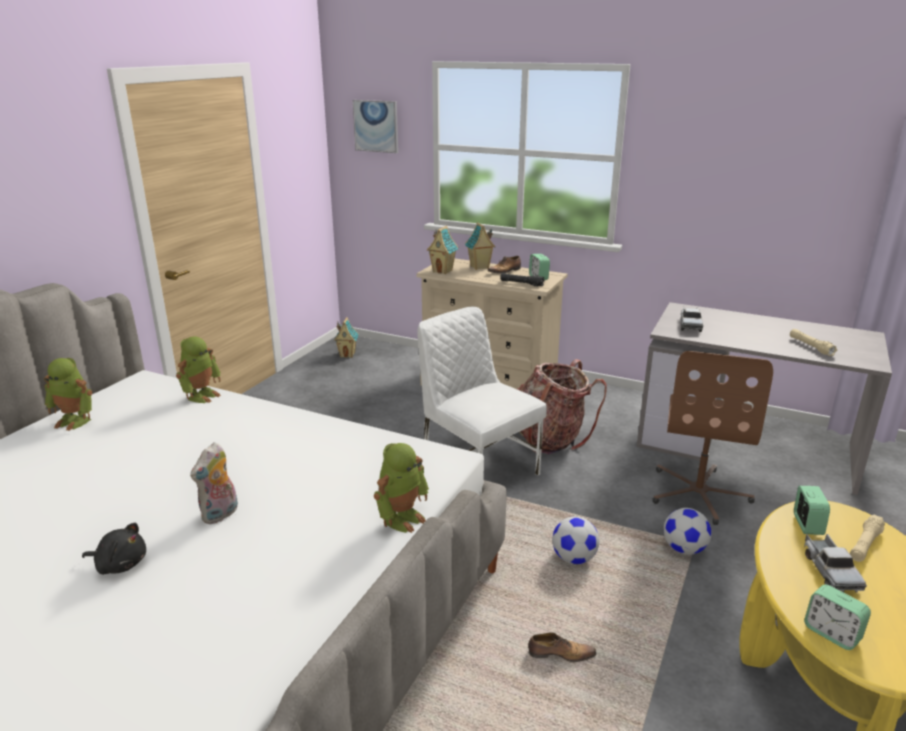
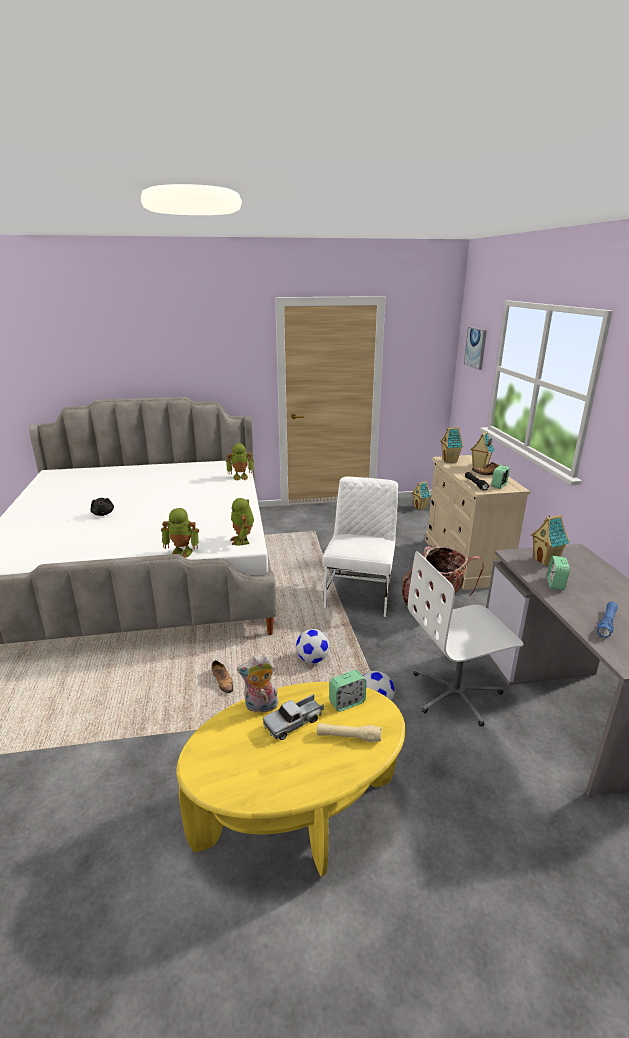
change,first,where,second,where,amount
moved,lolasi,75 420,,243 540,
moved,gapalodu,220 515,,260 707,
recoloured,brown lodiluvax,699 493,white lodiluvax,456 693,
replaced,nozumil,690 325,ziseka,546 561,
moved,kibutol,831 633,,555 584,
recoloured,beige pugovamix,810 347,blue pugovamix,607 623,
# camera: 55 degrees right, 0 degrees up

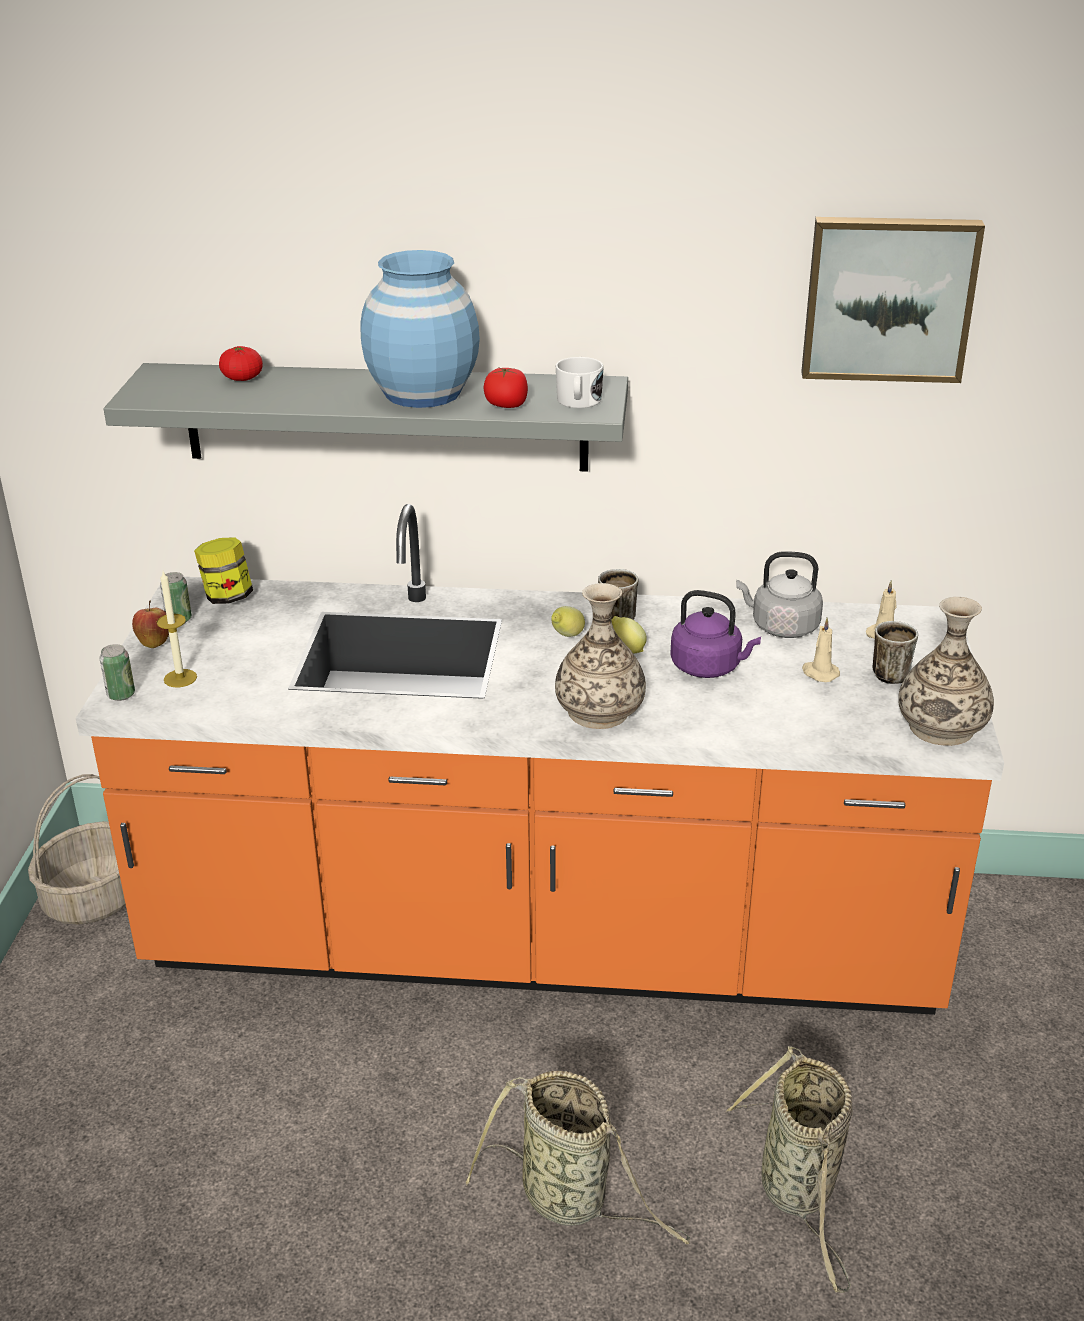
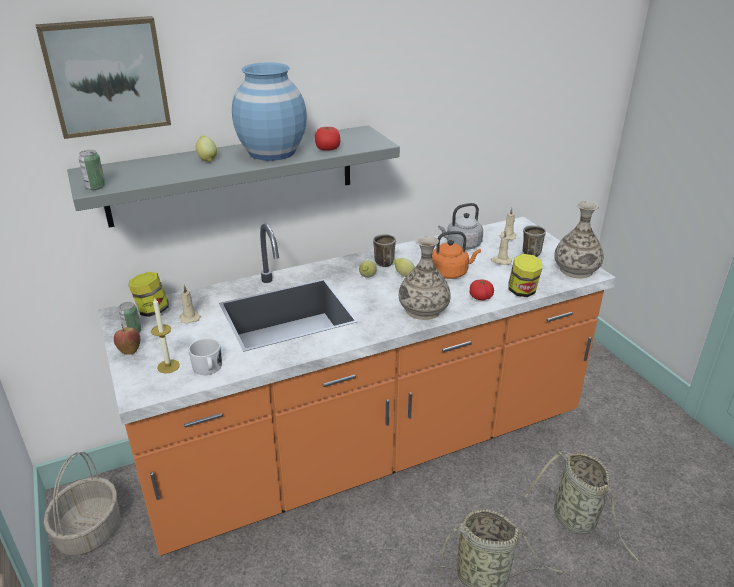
change,first,where,second,where,amount
moved,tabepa,888 298,,106 76,
moved,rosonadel,121 695,,96 187,
added,,,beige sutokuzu,189 317,
moved,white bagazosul,578 402,,208 368,
added,,,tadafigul,207 159,
recoloured,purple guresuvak,709 667,orange guresuvak,450 273,
moved,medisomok,242 378,,480 297,
added,,,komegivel,522 291,
# camera: 30 degrees left, 0 degrees up

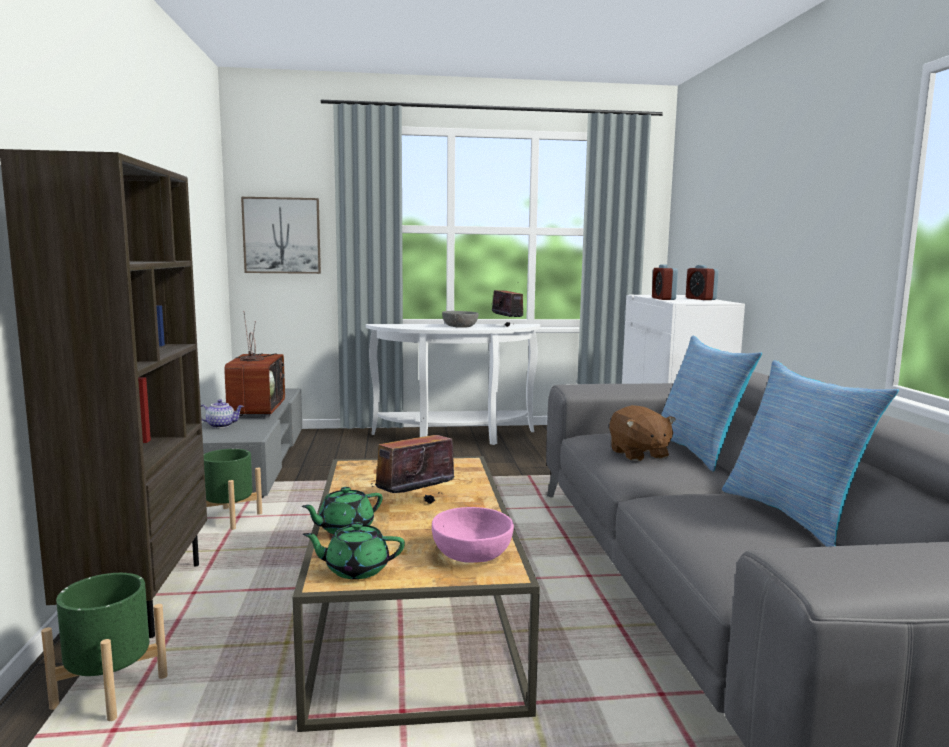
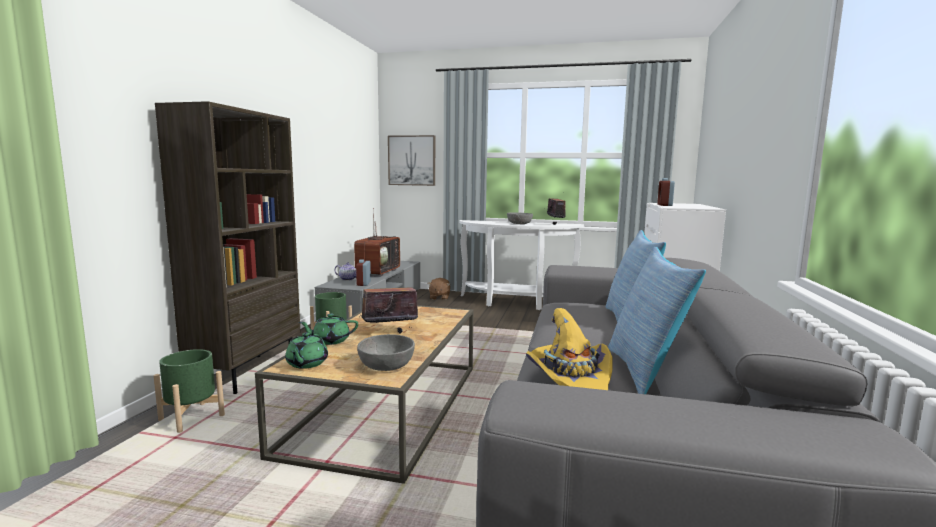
change,first,where,second,where,amount
turned,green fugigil,356 569,,306 364,105 degrees counterclockwise
moved,kibutol,700 299,,363 283,
recoloured,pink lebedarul,472 553,grey lebedarul,386 365,
moved,brown gapalodu,638 454,,439 297,
added,,,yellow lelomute,571 379,
# camera: 20 degrees right, 0 degrees up

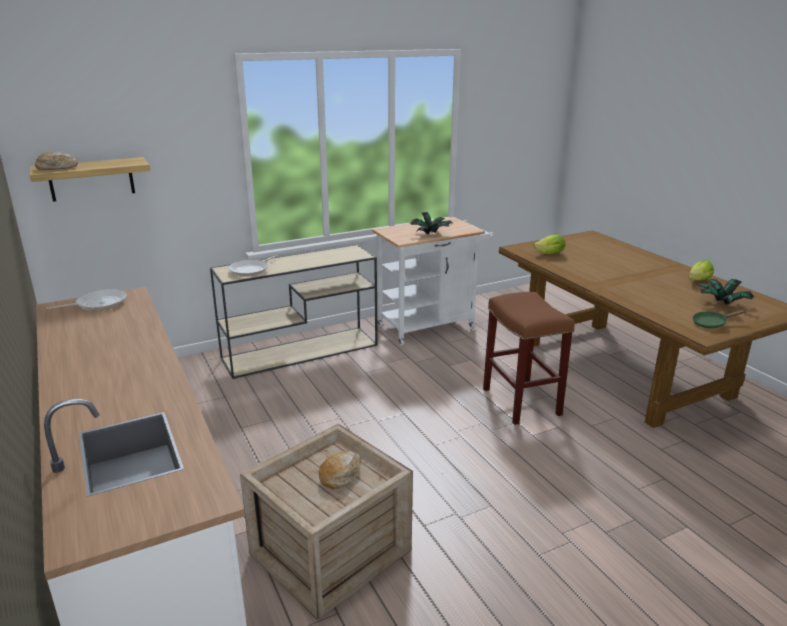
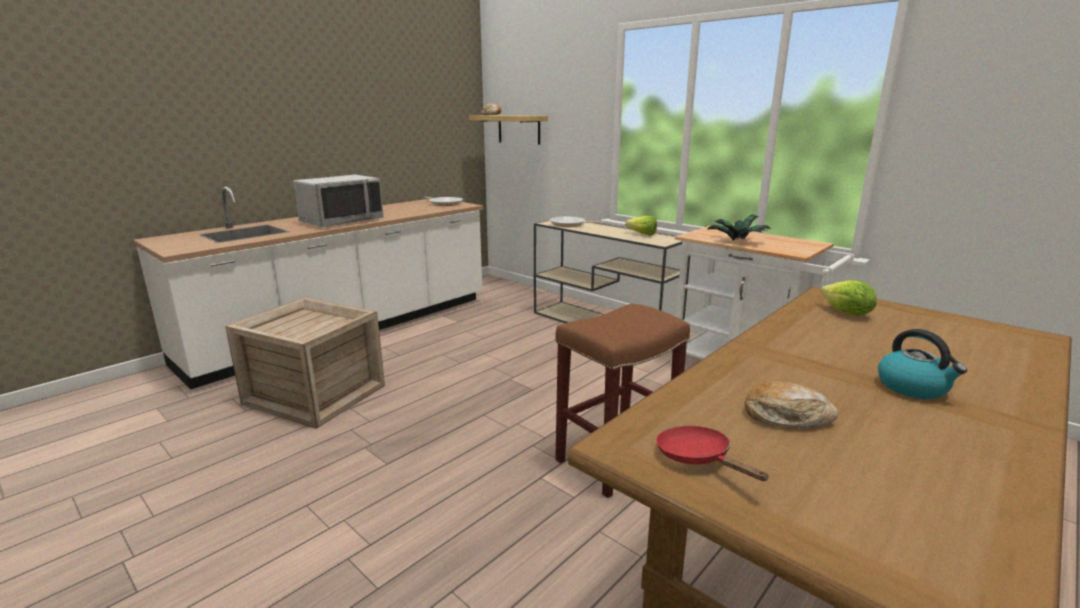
change,first,where,second,where,amount
added,,,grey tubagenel,341 221,
moved,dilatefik,695 281,,640 234,
recoloured,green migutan,712 324,red migutan,698 458,
moved,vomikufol,340 474,,786 416,
added,,,guresuvak,913 387,
removed,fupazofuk,721 303,,,
# camera: 70 degrees right, 5 degrees down

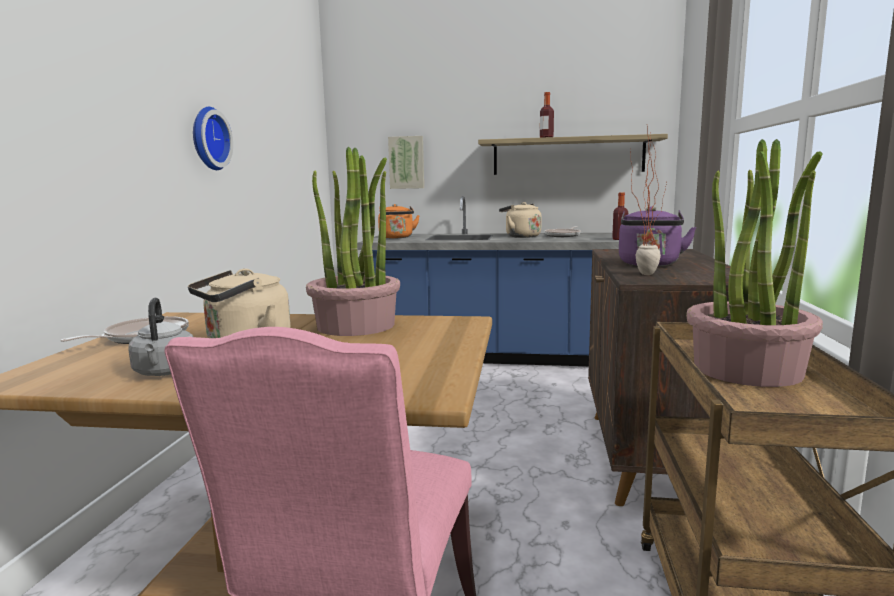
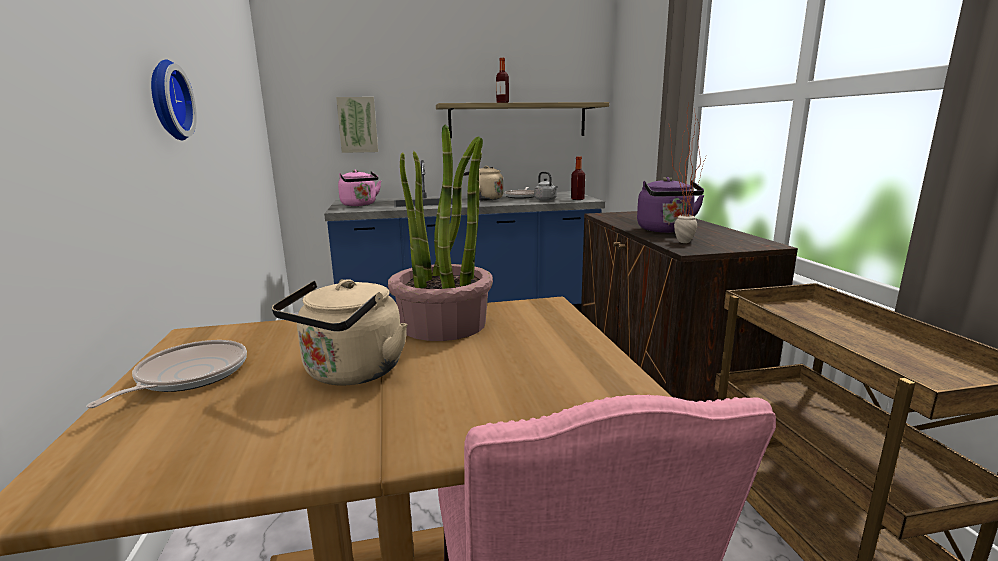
change,first,where,second,where,amount
recoloured,orange guresuvak,397 237,pink guresuvak,360 205,
moved,grey guresuvak,164 372,,546 200,
removed,fupazofuk,747 370,,,
# camera: 20 degrees left, 5 degrees up

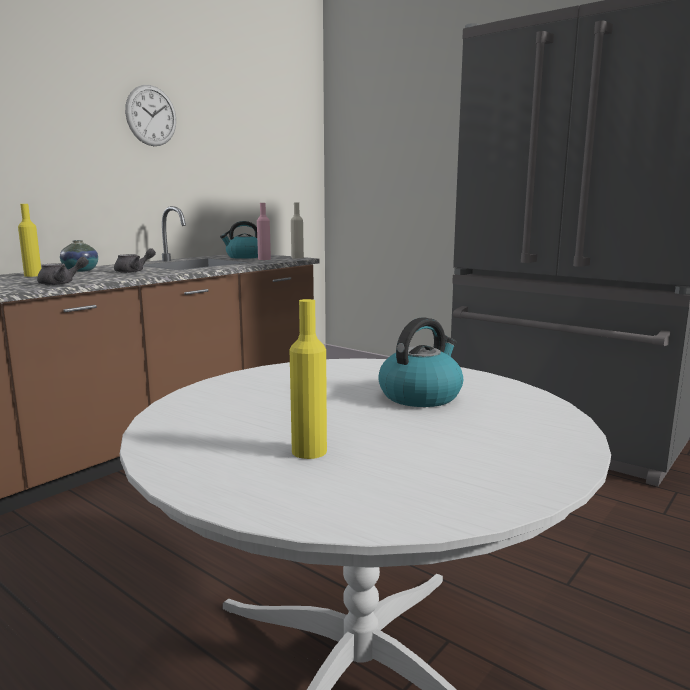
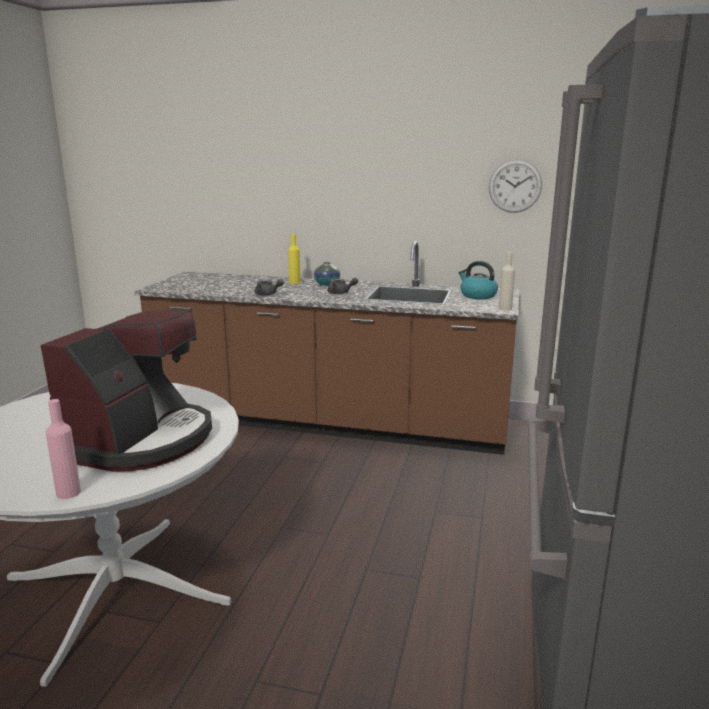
change,first,where,second,where,amount
replaced,guresuvak,420 395,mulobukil,141 440,
moved,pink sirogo,264 259,,68 492,
moved,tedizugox,151 116,,515 186,
removed,yellow sirogo,309 451,,,
# camera: 65 degrees right, 5 degrees up

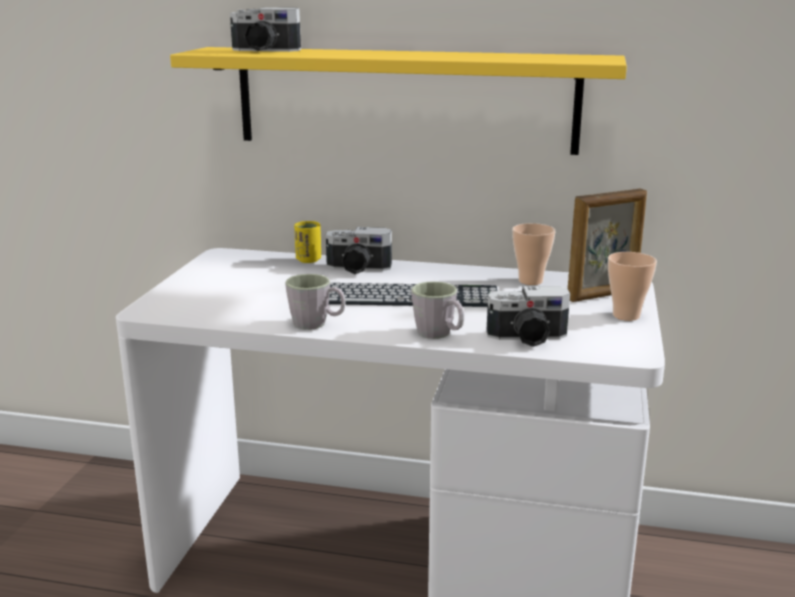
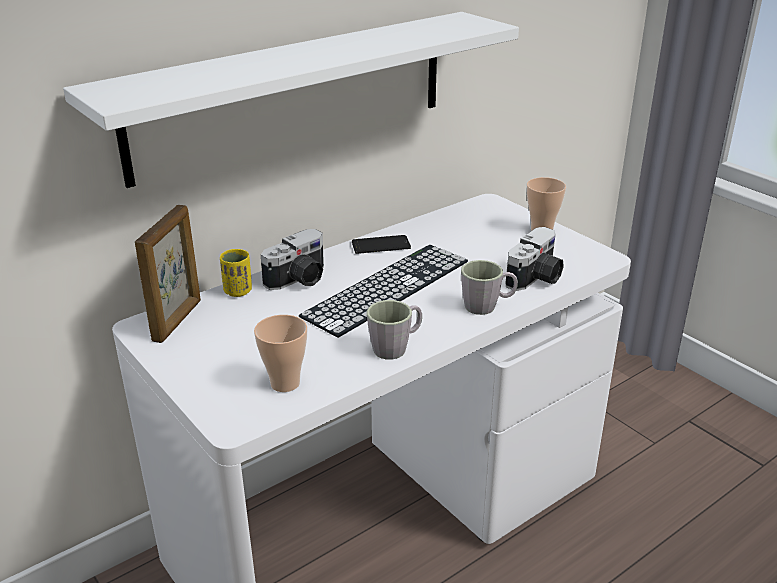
change,first,where,second,where,amount
recoloured,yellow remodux,405 99,white remodux,293 94,
moved,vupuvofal,603 295,,178 320,
moved,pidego,530 281,,285 383,
added,,,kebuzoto,381 245,
removed,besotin,263 51,,,
# camera: 50 degrees left, 10 degrees up

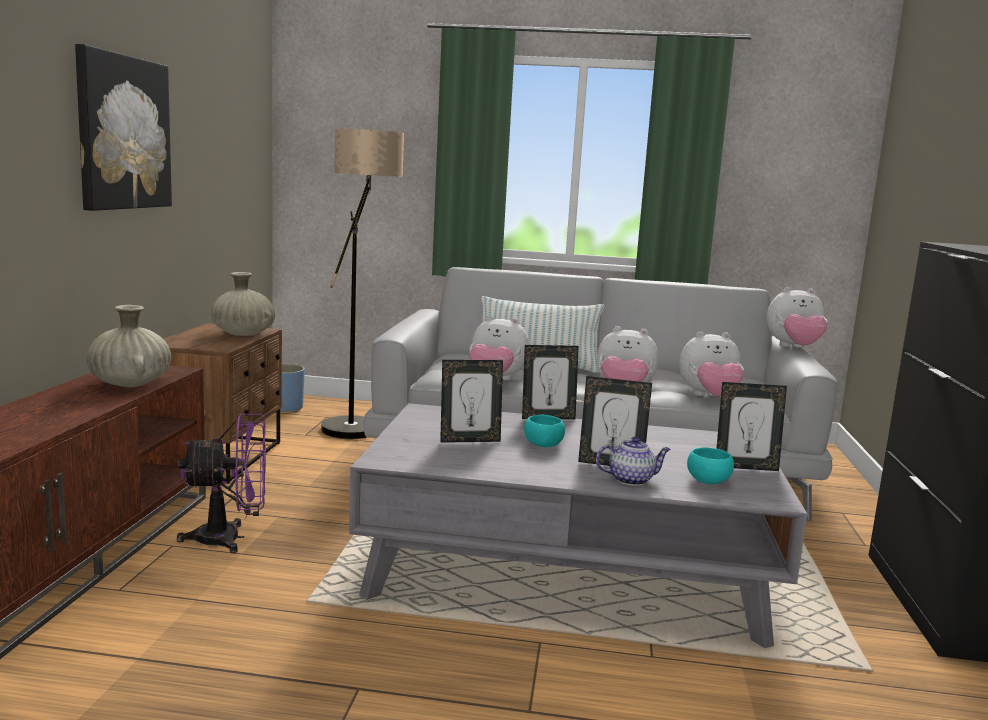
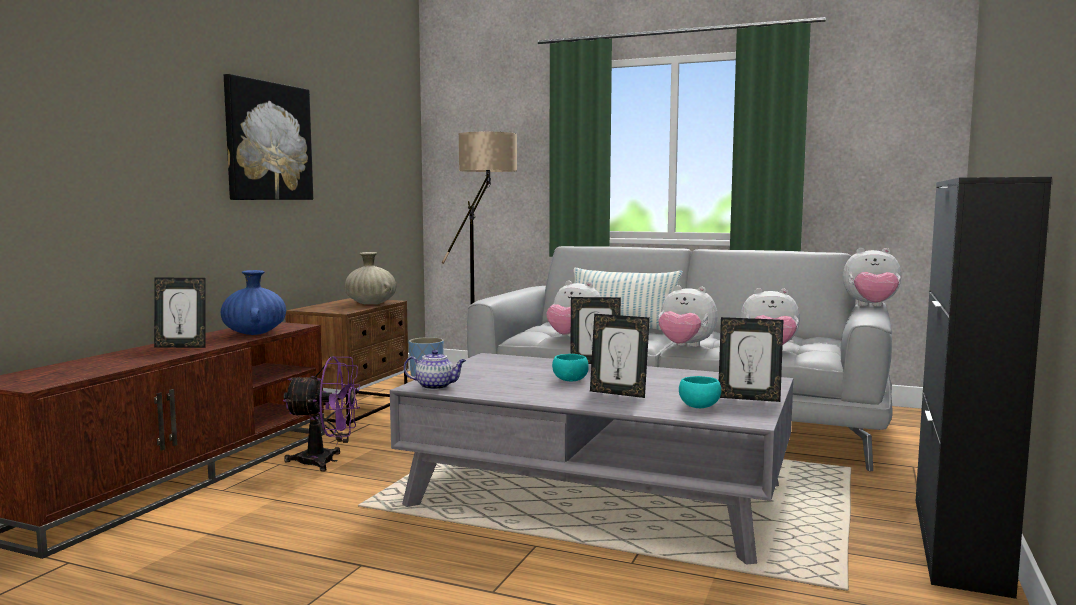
change,first,where,second,where,amount
moved,vupuvofal,469 440,,181 346,
recoloured,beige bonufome,130 384,blue bonufome,255 333,
moved,fugigil,631 480,,436 386,
# camera: 15 degrees right, 5 degrees down

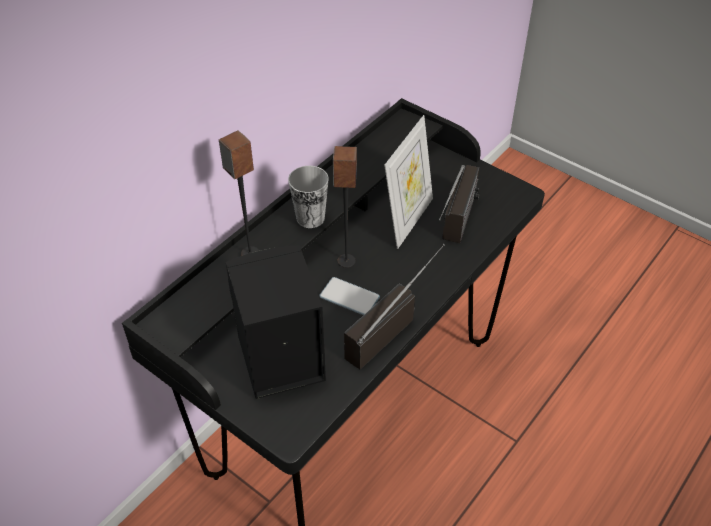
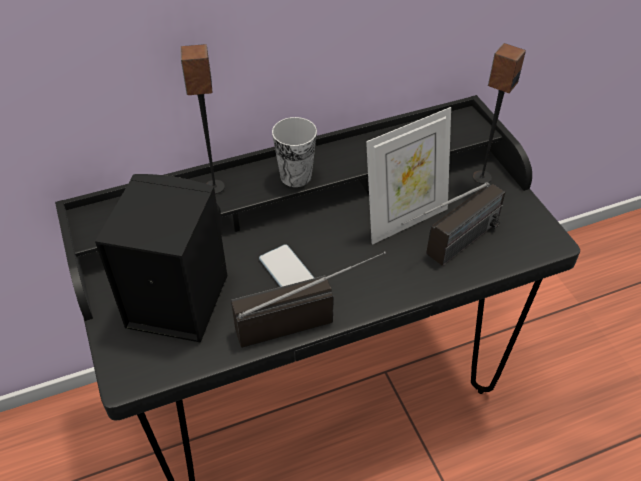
change,first,where,second,where,amount
moved,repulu,346 261,,481 177,
# camera: 30 degrees right, 0 degrees up

